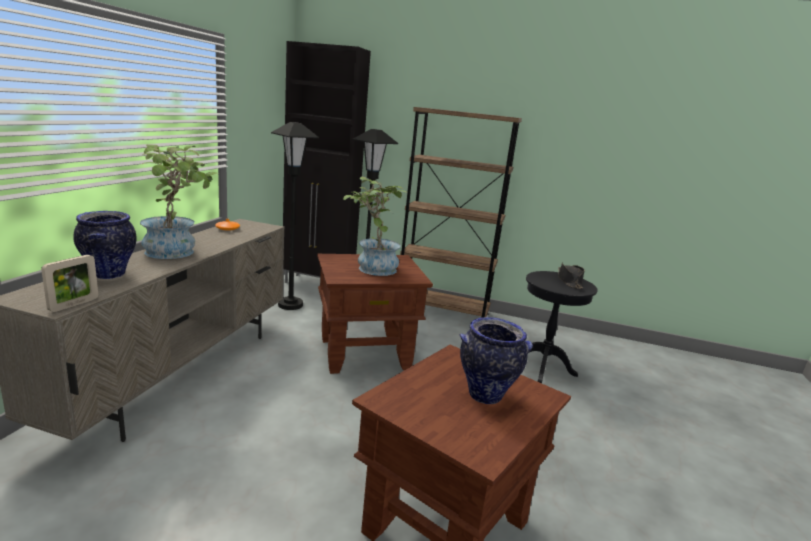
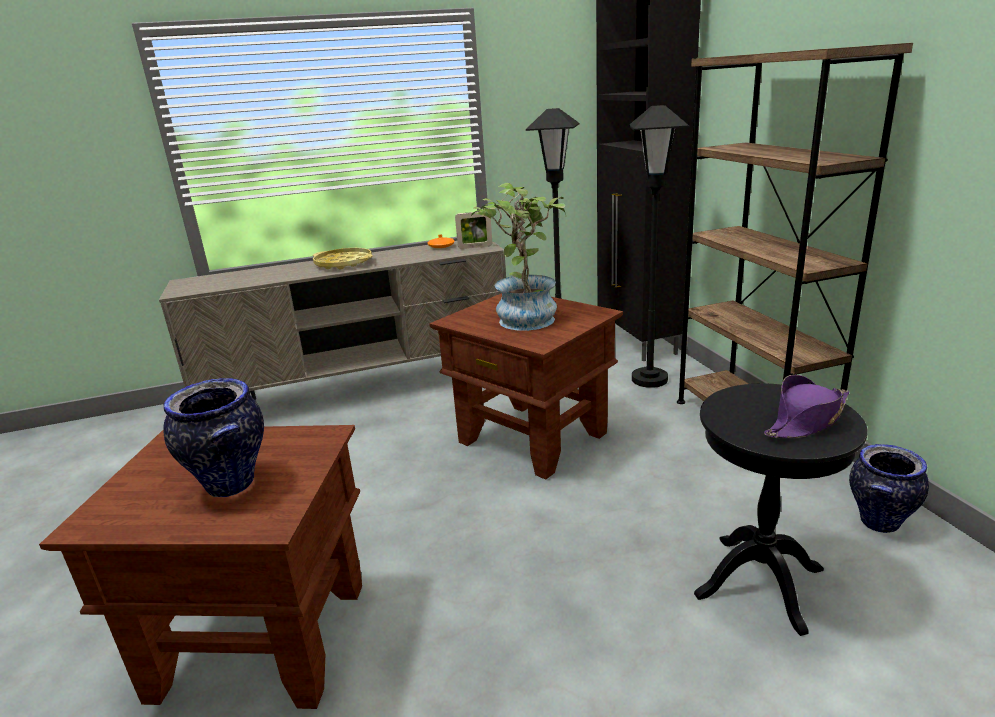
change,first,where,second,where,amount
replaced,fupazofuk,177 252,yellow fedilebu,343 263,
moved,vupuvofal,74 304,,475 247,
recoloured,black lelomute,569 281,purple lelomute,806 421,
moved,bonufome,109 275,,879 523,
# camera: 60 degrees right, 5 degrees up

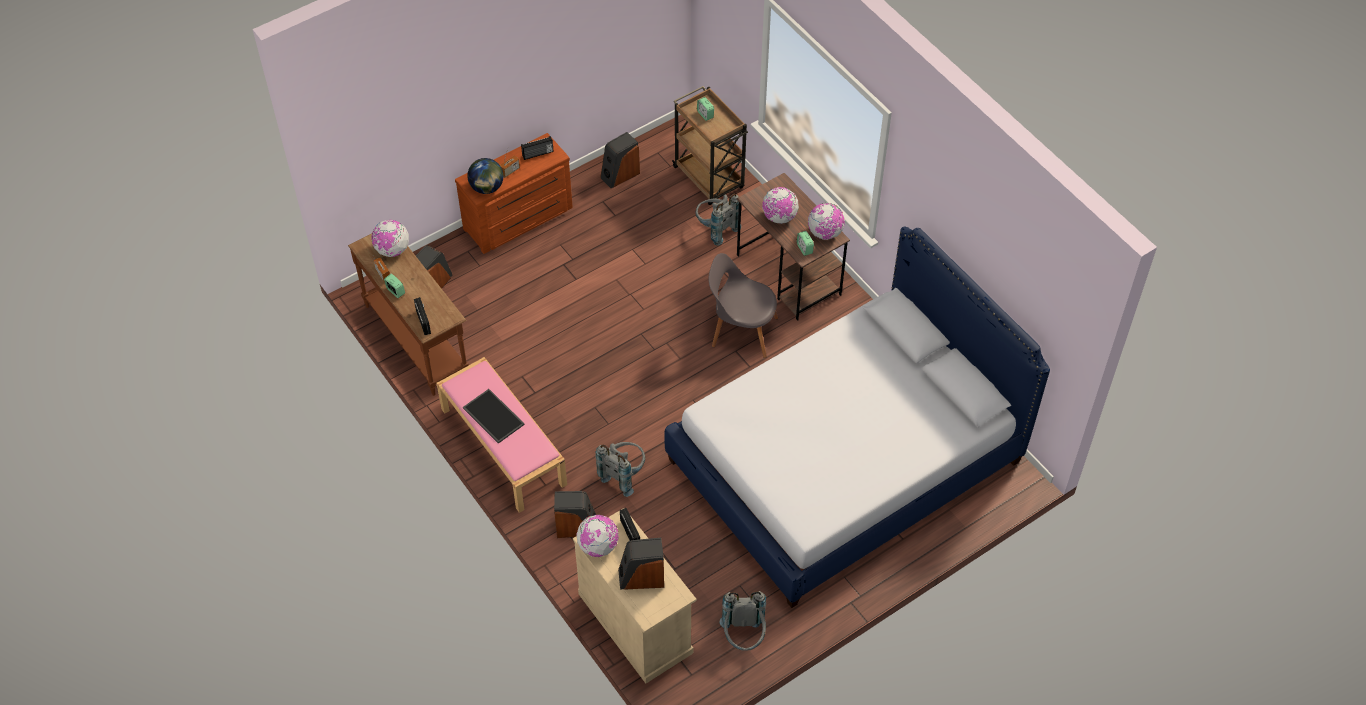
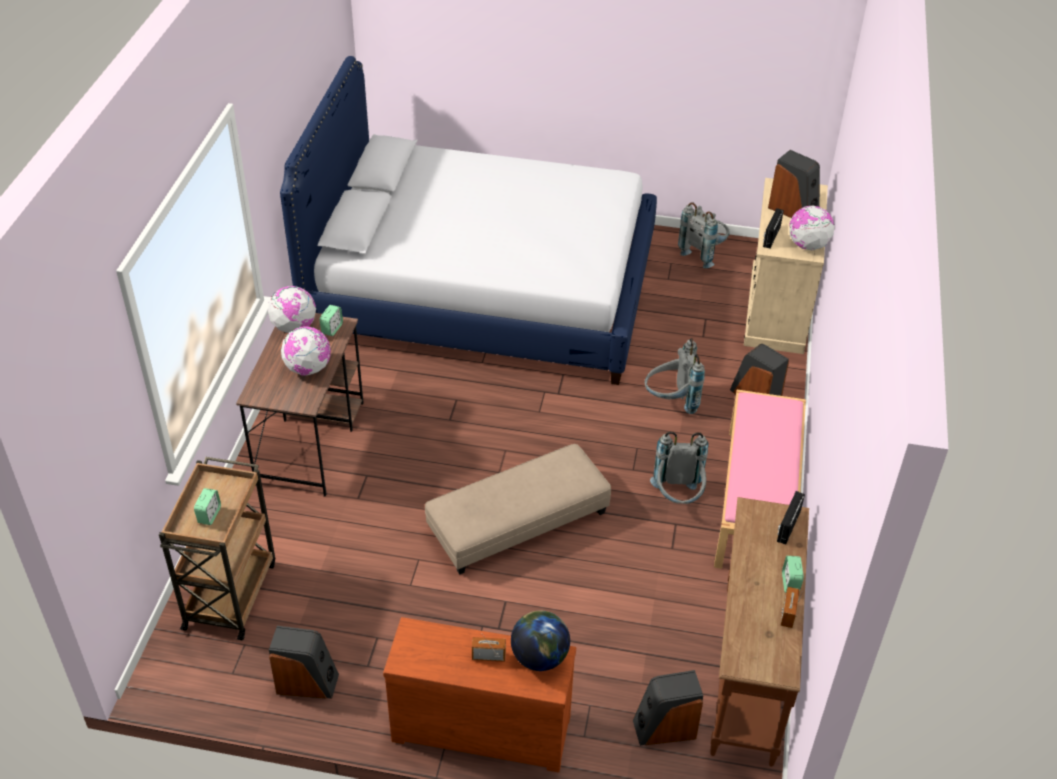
change,first,where,second,where,amount
added,,,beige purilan,518 522,
moved,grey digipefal,715 229,,677 499,
removed,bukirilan,392 250,,,
removed,fedilebu,492 416,,,
removed,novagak,538 154,,,
removed,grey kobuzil,741 331,,,
# camera: 135 degrees left, 10 degrees down

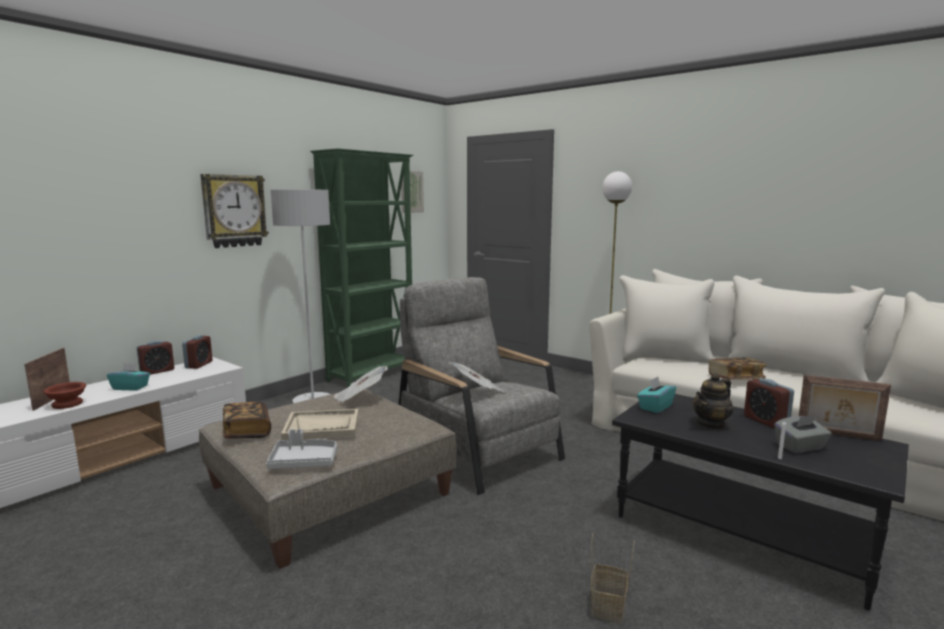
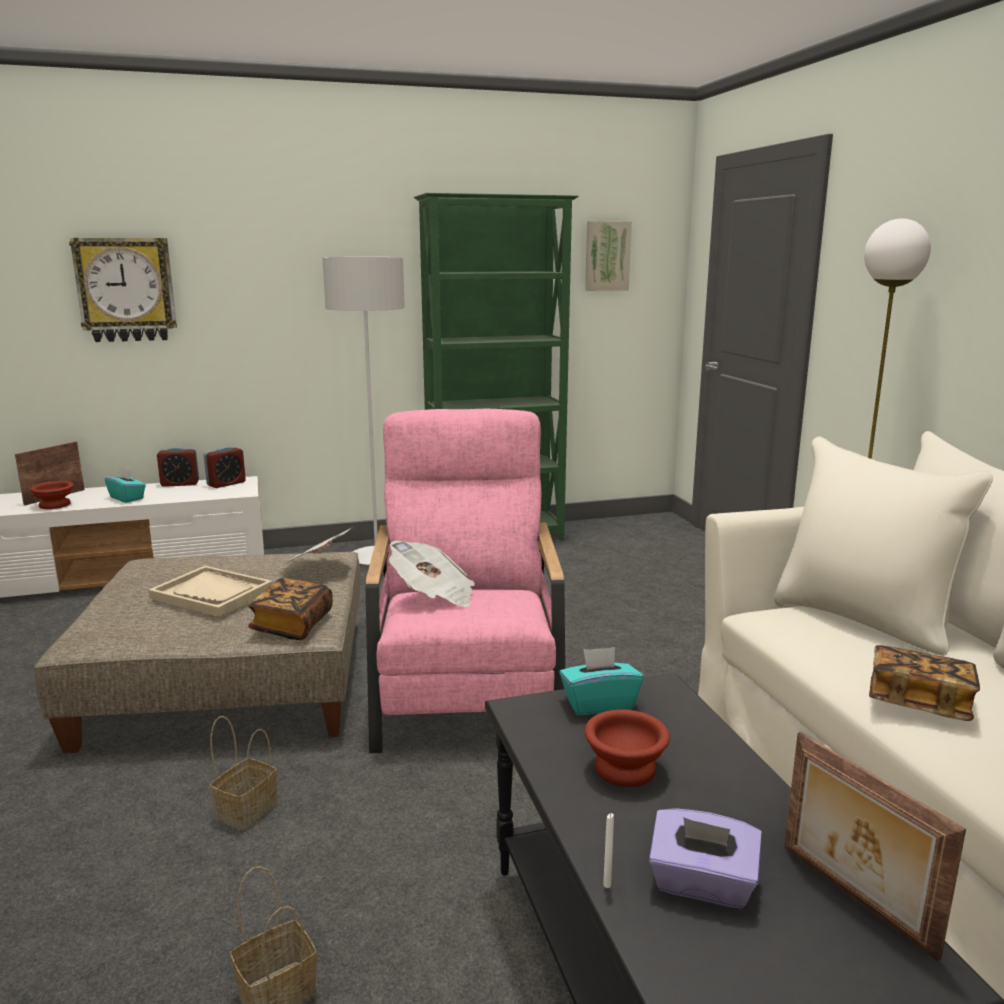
change,first,where,second,where,amount
moved,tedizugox,234 211,,126 290,
added,,,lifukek,247 808,
moved,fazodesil,247 432,,292 625,
recoloured,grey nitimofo,477 449,pink nitimofo,467 687,
replaced,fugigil,711 424,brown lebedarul,627 770,
recoloured,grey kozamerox,800 447,purple kozamerox,702 884,
removed,grey fedilebu,303 462,,,
removed,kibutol,766 421,,,
# camera: 35 degrees right, 5 degrees up

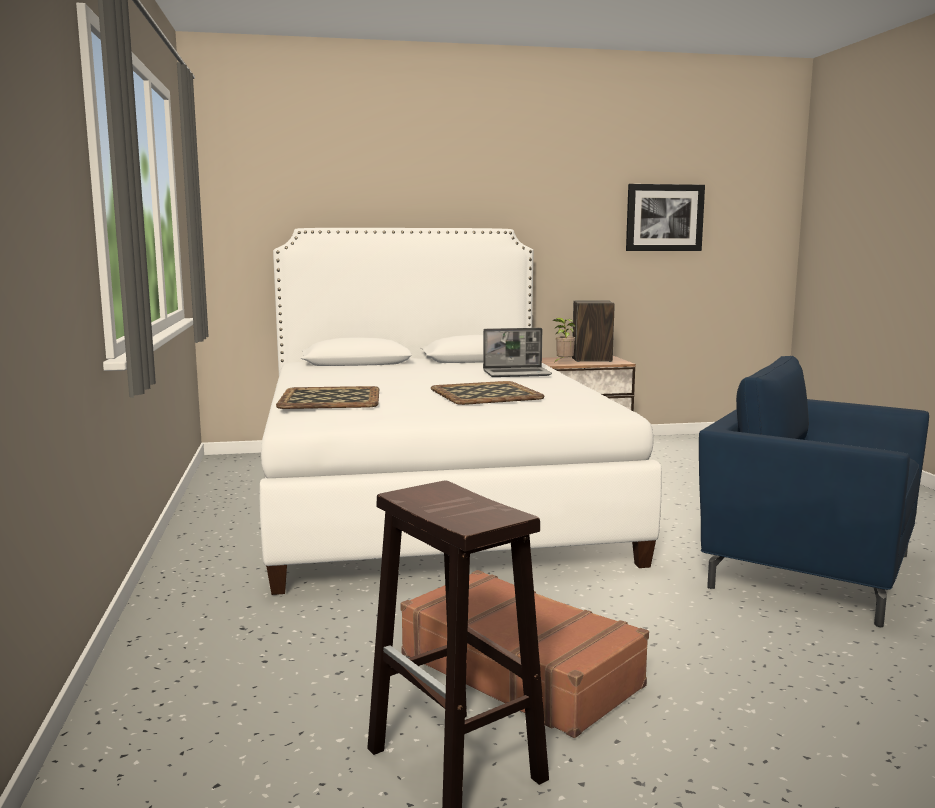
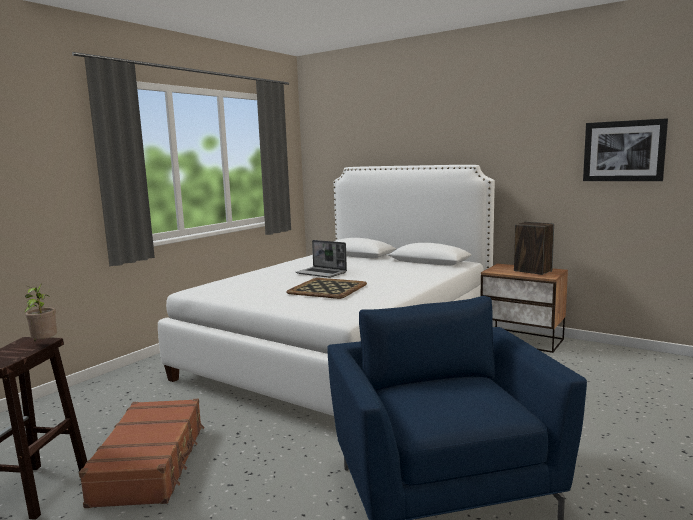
change,first,where,second,where,amount
moved,fupazofuk,563 363,,44 344,
moved,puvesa,517 374,,322 273,
removed,fedilebu,329 399,,,
# camera: 45 degrees right, 0 degrees up

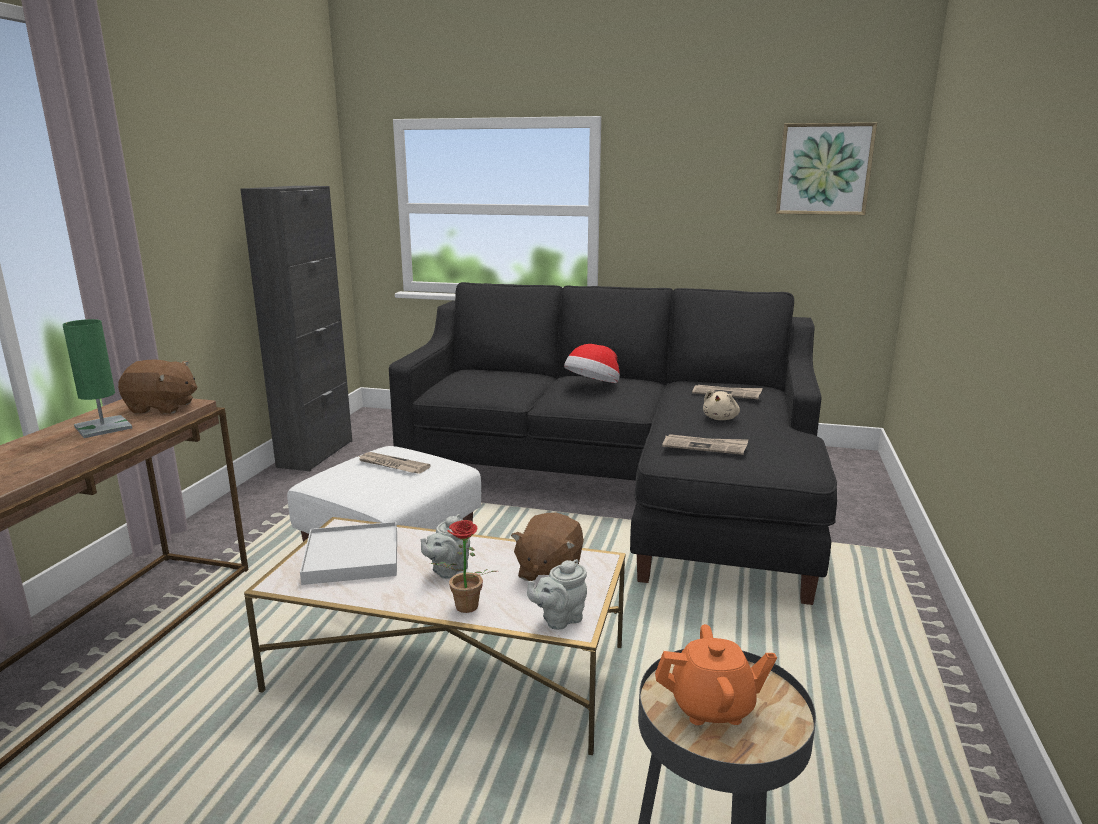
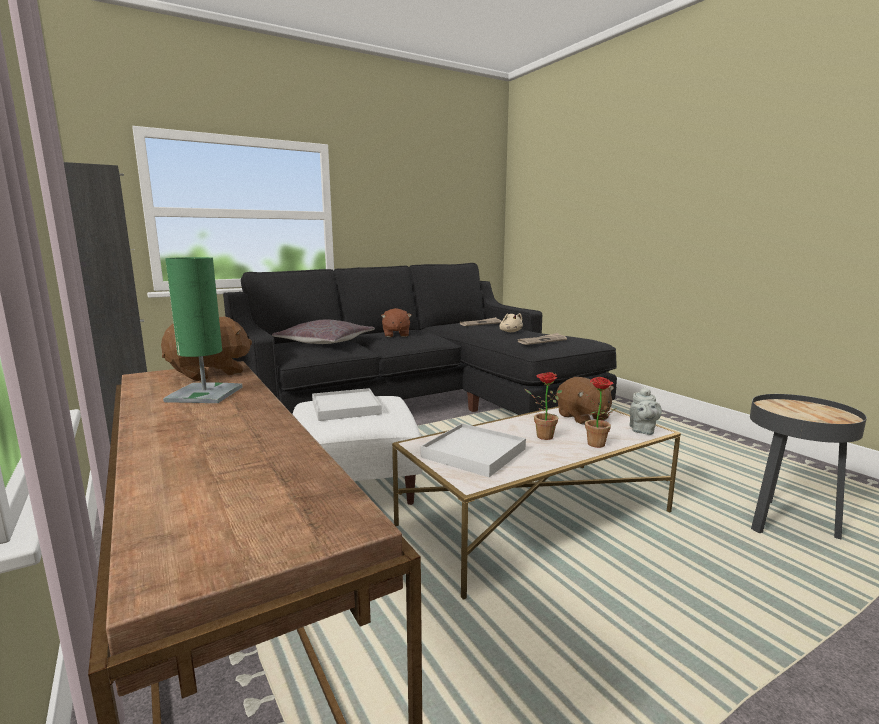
change,first,where,second,where,amount
added,,,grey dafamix,326 342,
replaced,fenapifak,392 465,white fedilebu,345 408,
replaced,lelomute,593 386,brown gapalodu,396 335,
replaced,grey fugigil,448 570,fupazofuk,541 436,
removed,orange fugigil,712 707,,,
removed,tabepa,824 169,,,
# camera: 45 degrees left, 5 degrees down

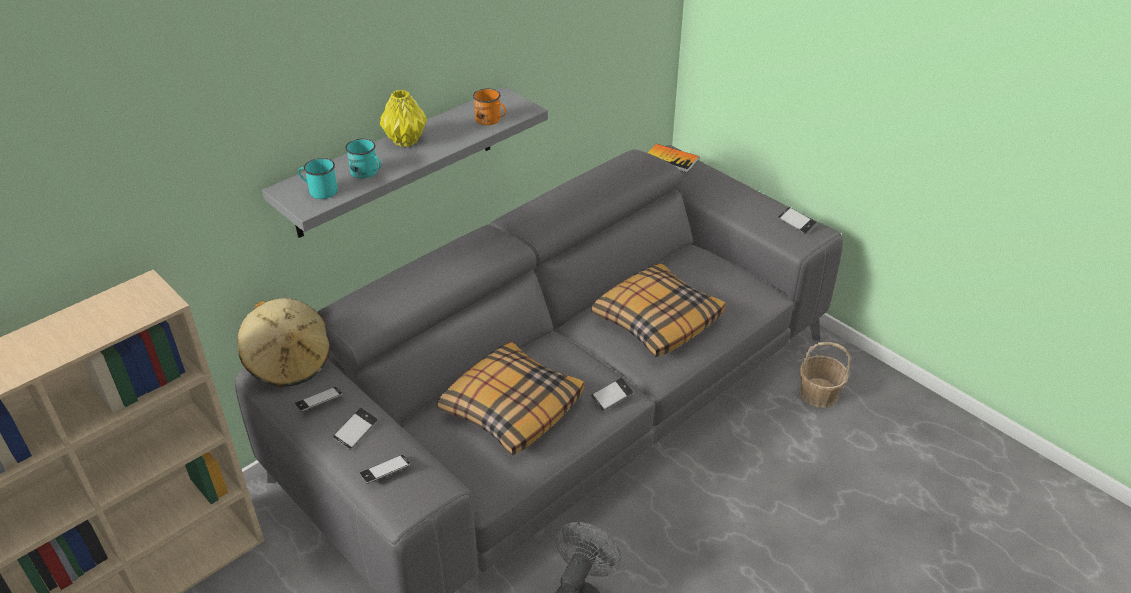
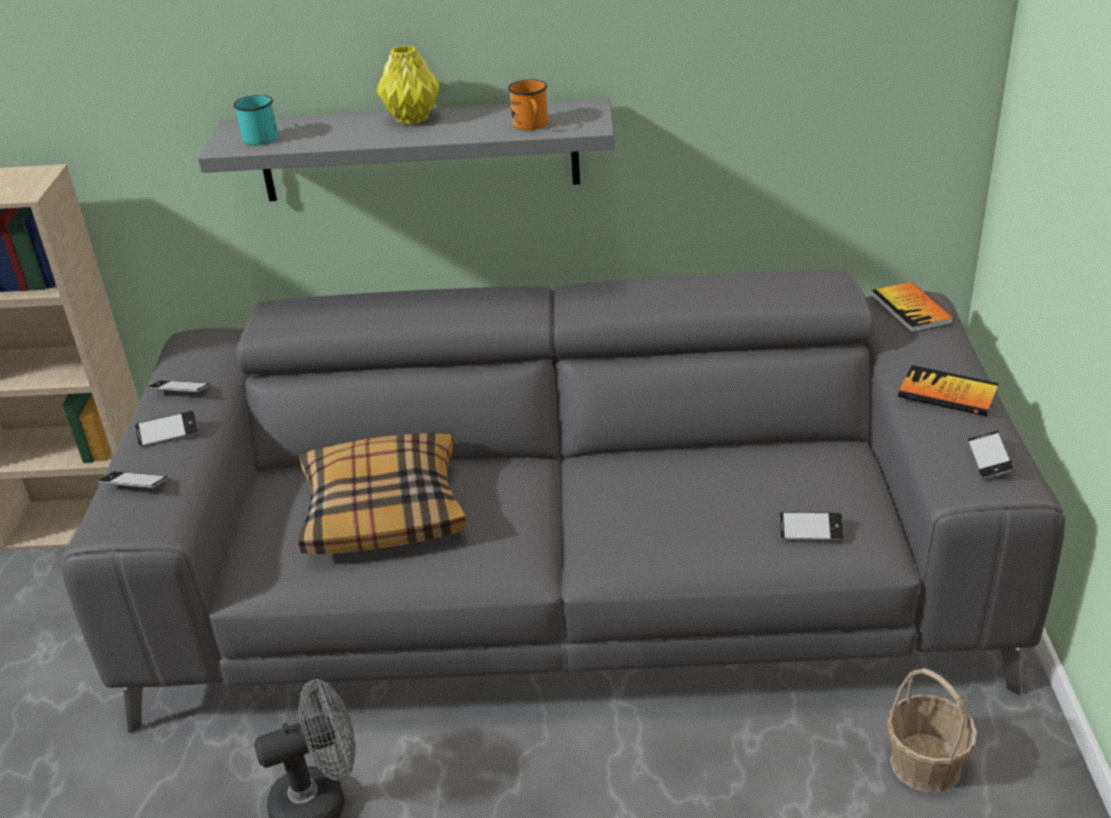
change,first,where,second,where,amount
moved,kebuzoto,611 397,,810 531,
added,,,fazodesil,947 393,
removed,beige lelomute,289 362,,,
removed,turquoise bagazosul,367 173,,,
removed,dafamix,656 319,,,
# camera: 45 degrees right, 5 degrees down

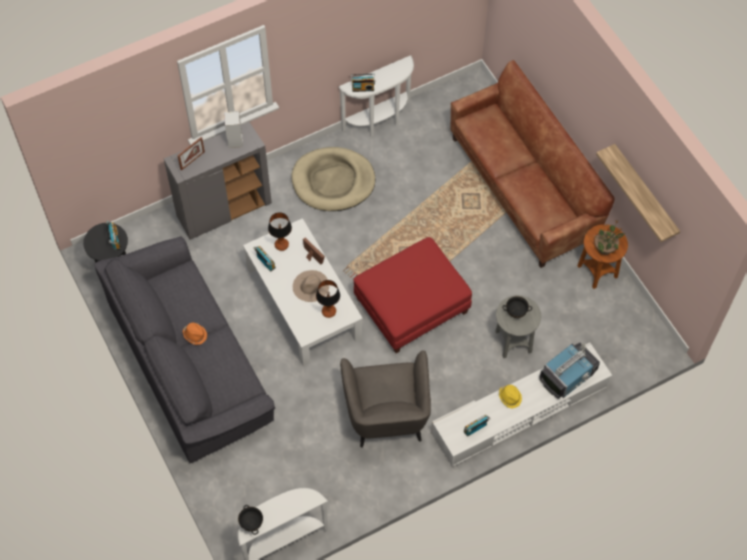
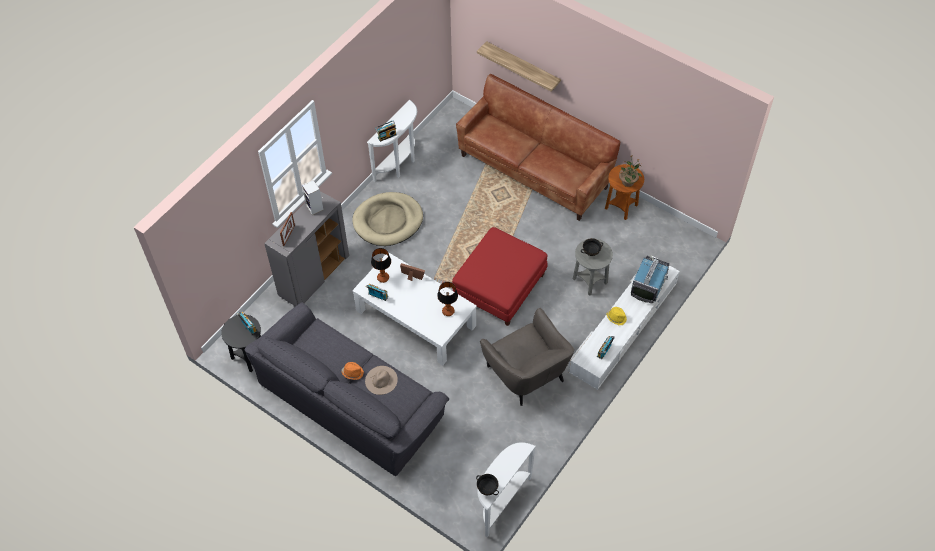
change,first,where,second,where,amount
moved,beige lelomute,310 286,,381 380,
moved,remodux,645 193,,522 66,
# camera: 25 degrees left, 5 degrees down

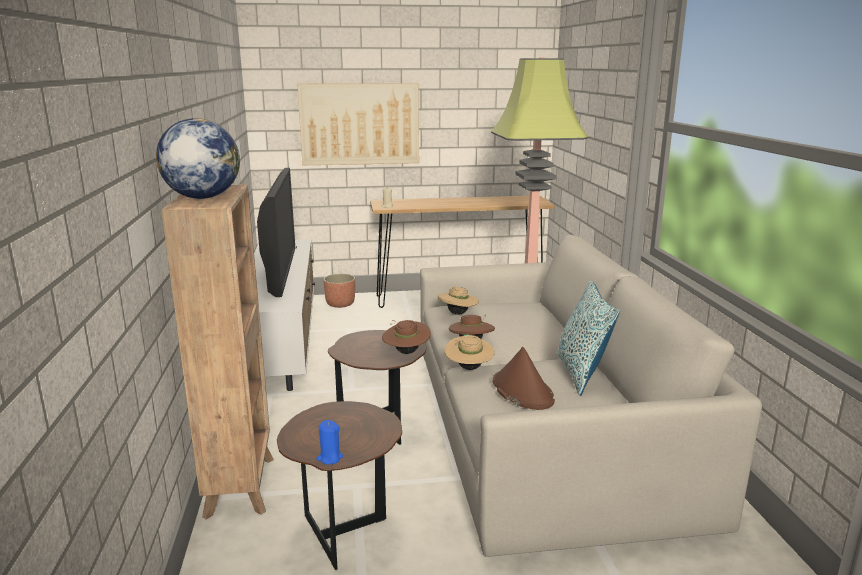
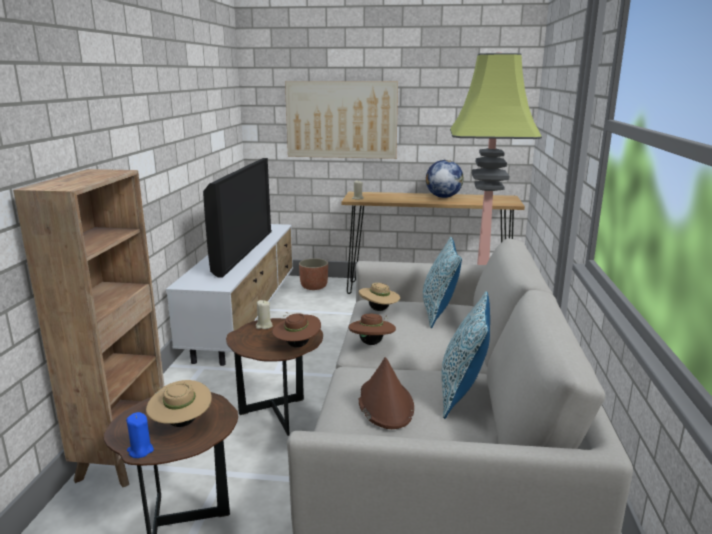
change,first,where,second,where,amount
moved,beige lelomute,469 368,,181 423,
added,,,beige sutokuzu,264 326,
added,,,dafamix,438 312,
moved,bukirilan,202 198,,443 197,
# camera: 15 degrees right, 0 degrees up

